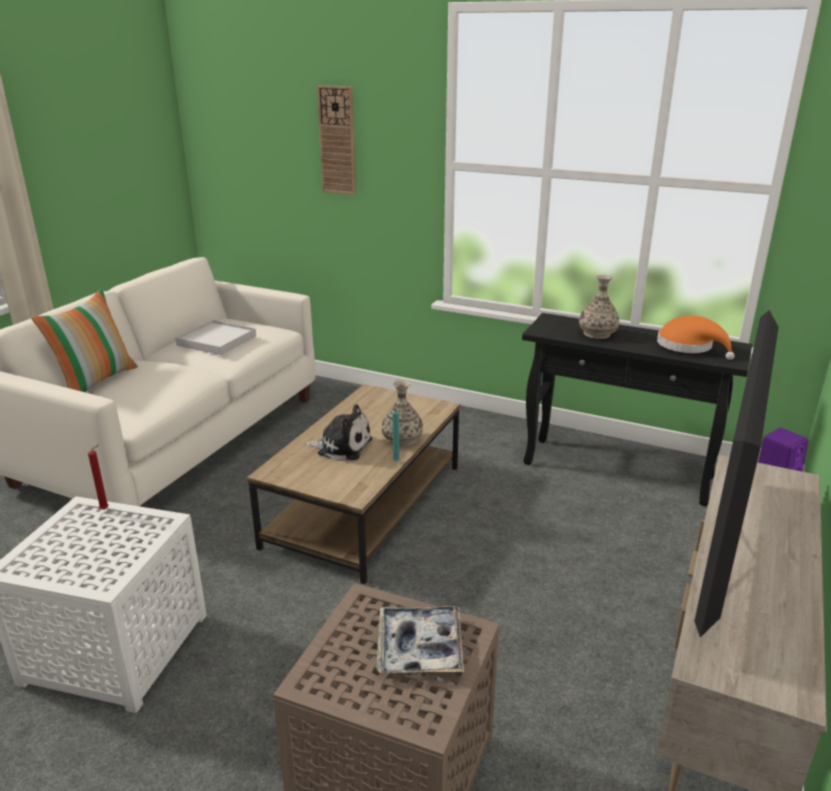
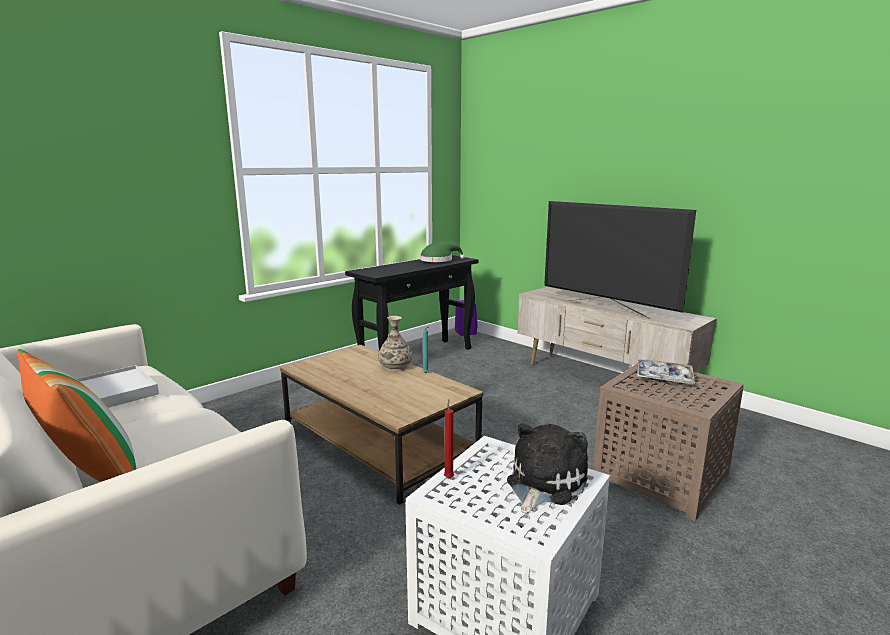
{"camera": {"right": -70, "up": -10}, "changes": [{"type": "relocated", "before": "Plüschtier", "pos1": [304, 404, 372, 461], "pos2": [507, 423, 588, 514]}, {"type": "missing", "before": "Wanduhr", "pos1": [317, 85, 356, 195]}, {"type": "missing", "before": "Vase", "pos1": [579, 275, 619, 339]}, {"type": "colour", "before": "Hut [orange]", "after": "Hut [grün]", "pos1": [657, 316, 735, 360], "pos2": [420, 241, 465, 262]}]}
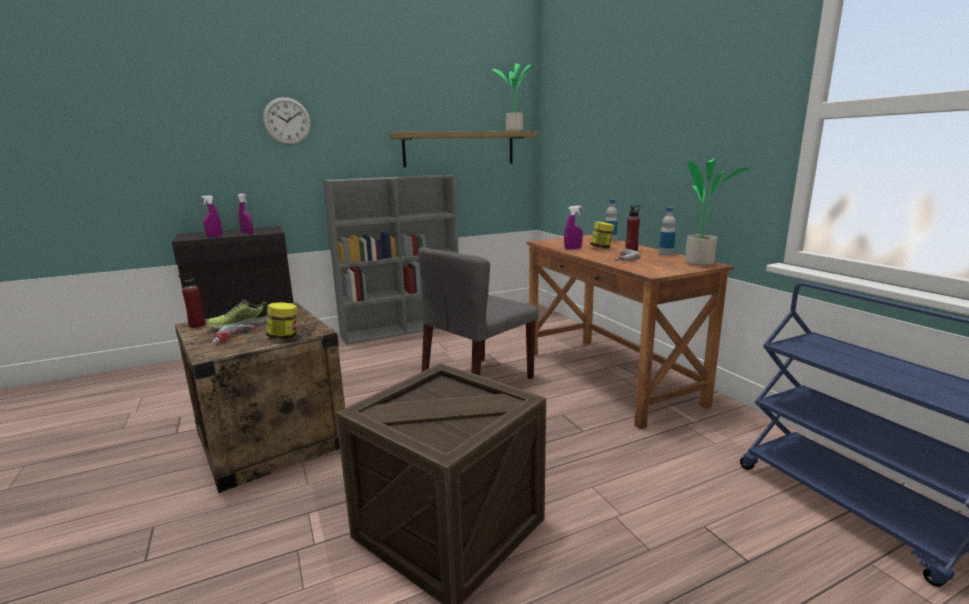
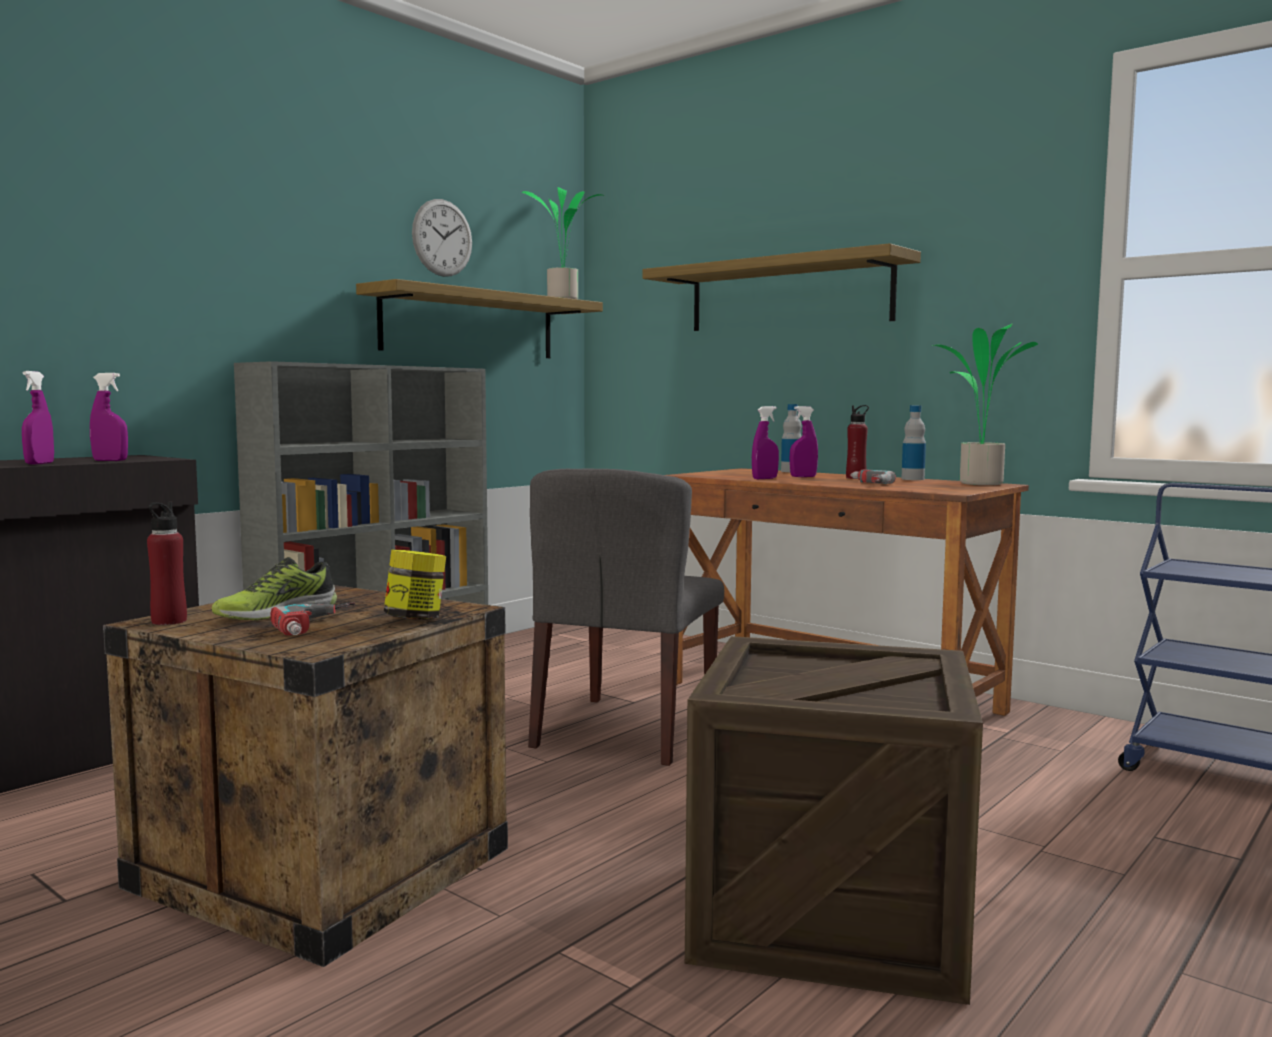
{"camera": {"right": -25, "up": -10}, "changes": [{"type": "relocated", "before": "Wanduhr", "pos1": [263, 97, 311, 145], "pos2": [412, 199, 472, 277]}, {"type": "exchanged", "before": "Vorratsglas", "after": "Sprühflasche [lila]", "pos1": [590, 221, 615, 248], "pos2": [790, 406, 818, 477]}, {"type": "appeared", "after": "Wandregal", "pos2": [642, 243, 921, 331]}]}
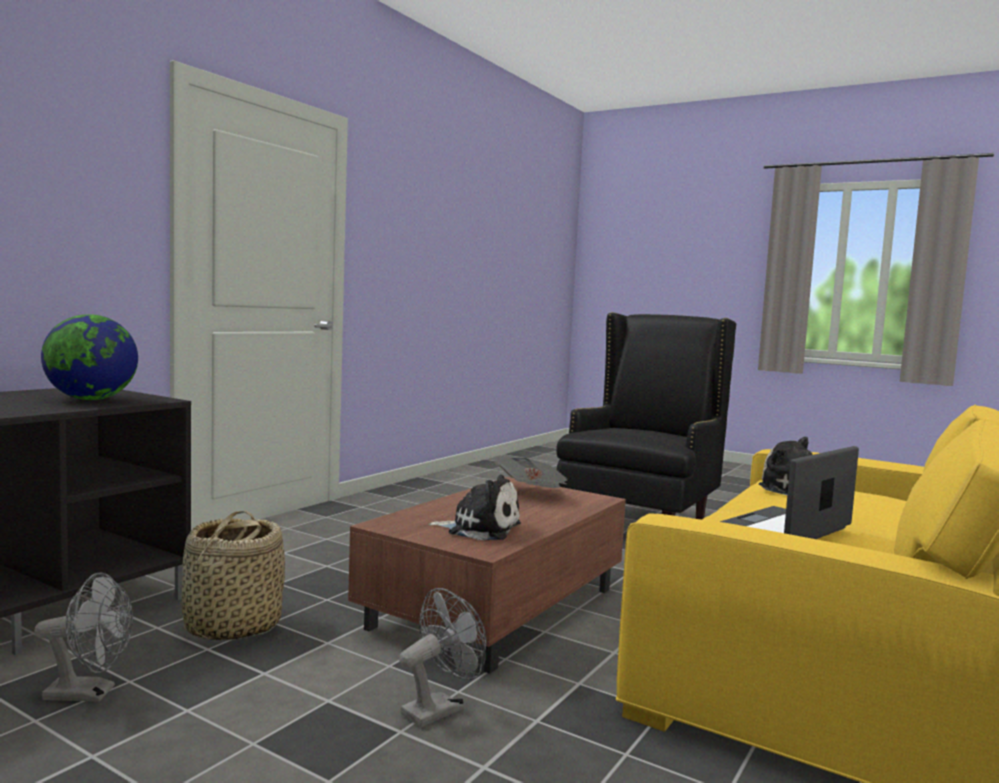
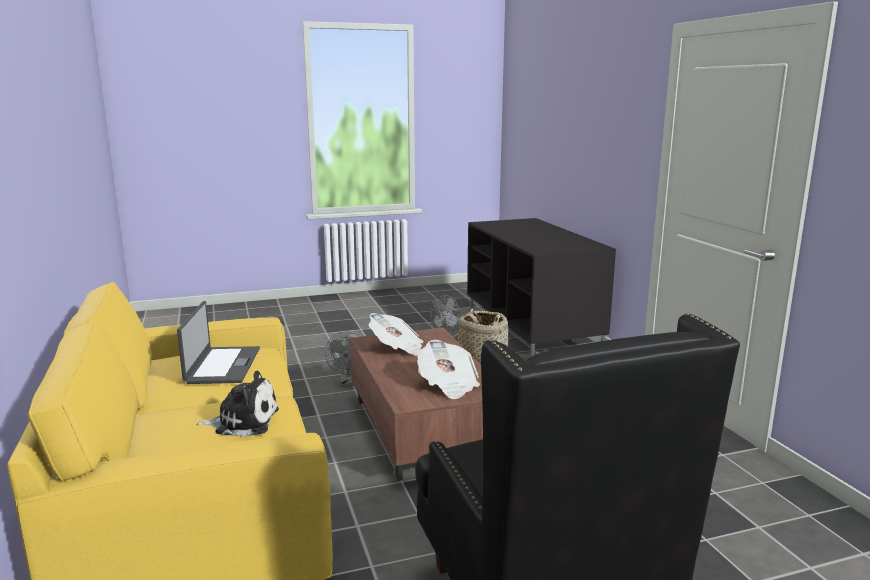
{"camera": {"right": 130, "up": 10}, "changes": [{"type": "missing", "before": "Globus", "pos1": [41, 314, 138, 400]}, {"type": "exchanged", "before": "Plüschtier", "after": "Zeitung", "pos1": [428, 475, 521, 540], "pos2": [368, 313, 423, 356]}]}
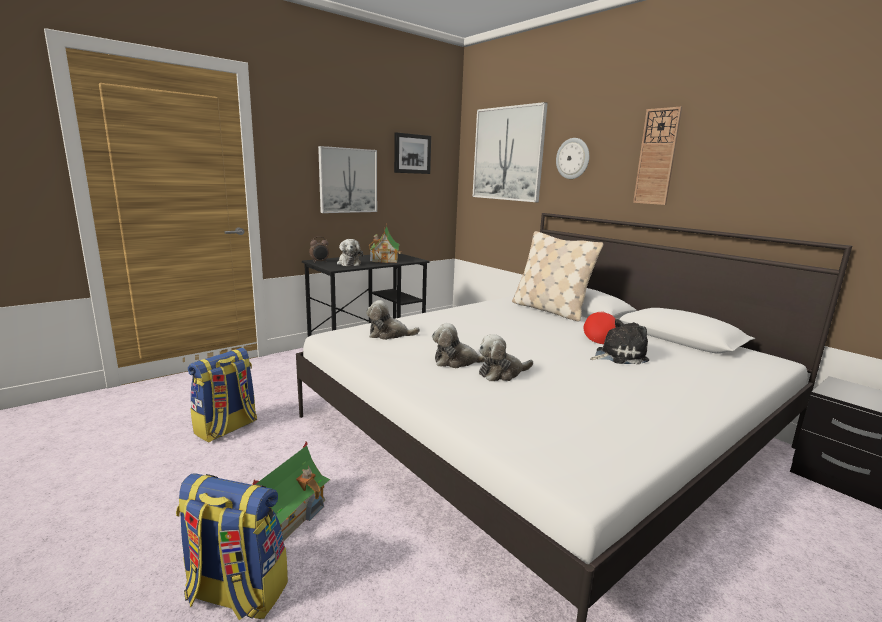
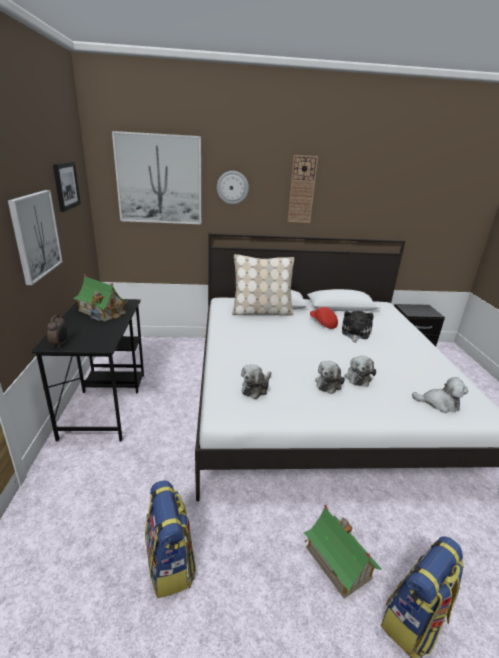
{"camera": {"right": -55, "up": 10}, "changes": [{"type": "relocated", "before": "Plüschtier", "pos1": [337, 239, 363, 266], "pos2": [412, 377, 468, 413]}]}
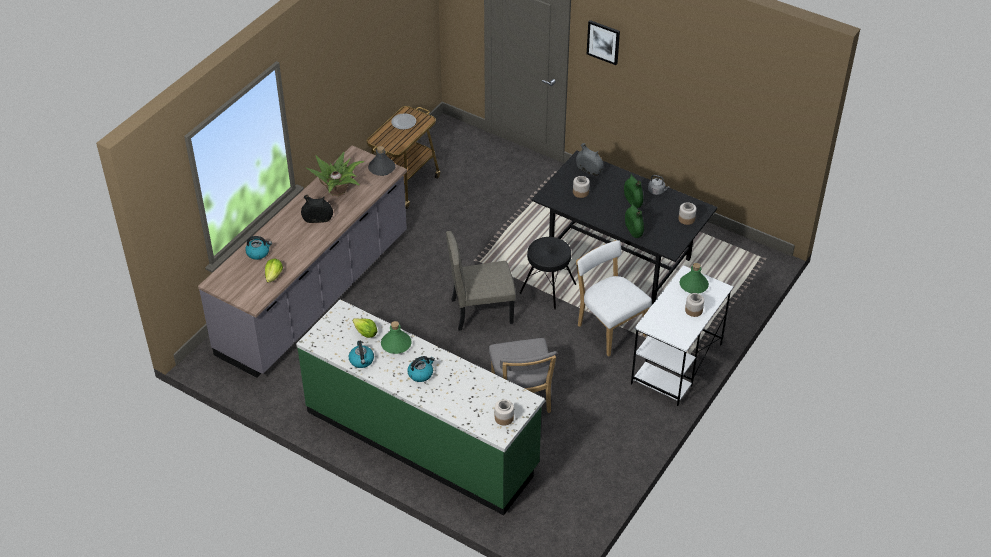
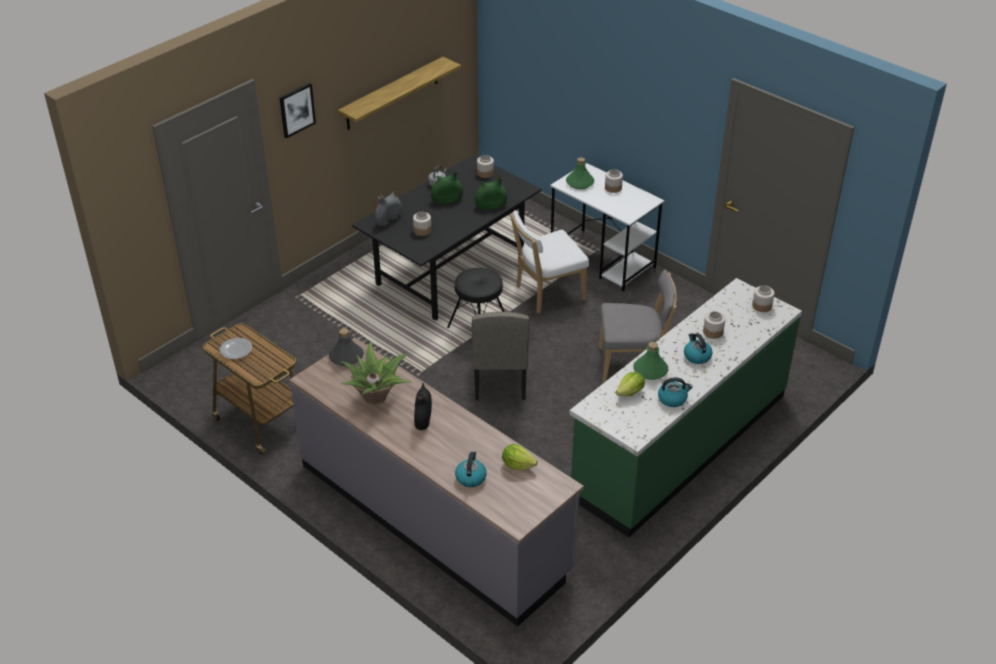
{"camera": {"right": -80, "up": -5}, "changes": [{"type": "appeared", "after": "Wandregal", "pos2": [338, 57, 461, 130]}, {"type": "appeared", "after": "Vorratsglas", "pos2": [703, 311, 725, 339]}]}
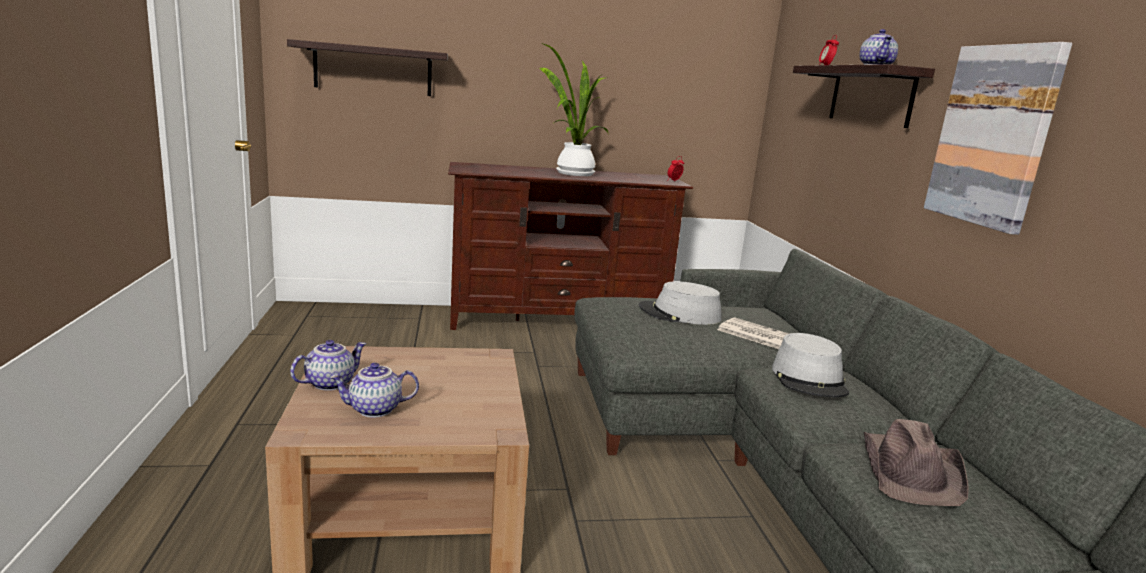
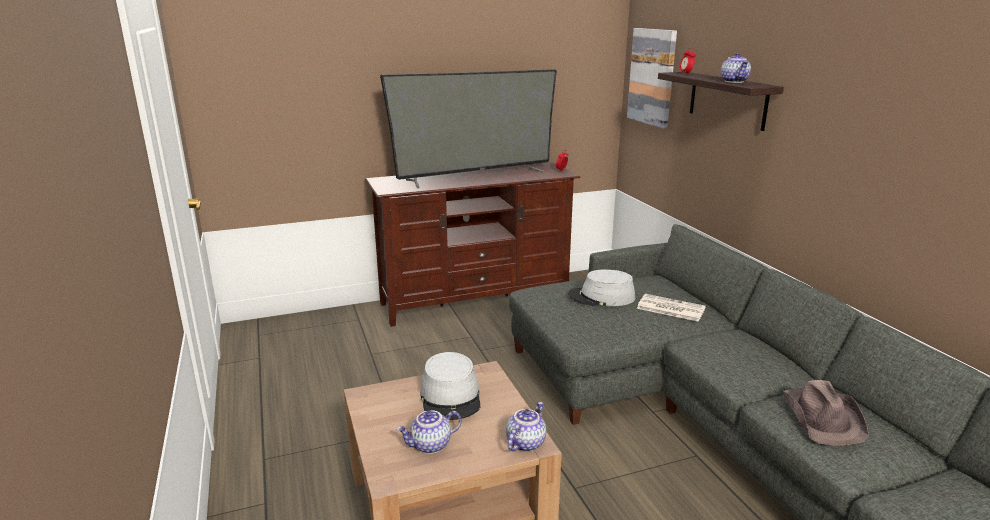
{"camera": {"right": -10, "up": 5}, "changes": [{"type": "missing", "before": "Wandregal", "pos1": [287, 39, 448, 96]}, {"type": "relocated", "before": "Teekanne", "pos1": [290, 340, 366, 391], "pos2": [506, 402, 546, 452]}, {"type": "exchanged", "before": "Topfpflanze", "after": "Fernseher", "pos1": [540, 43, 609, 176], "pos2": [380, 69, 557, 188]}, {"type": "relocated", "before": "Hut [grau]", "pos1": [772, 333, 849, 397], "pos2": [420, 352, 480, 420]}, {"type": "relocated", "before": "Bild", "pos1": [924, 42, 1072, 235], "pos2": [627, 28, 677, 128]}]}
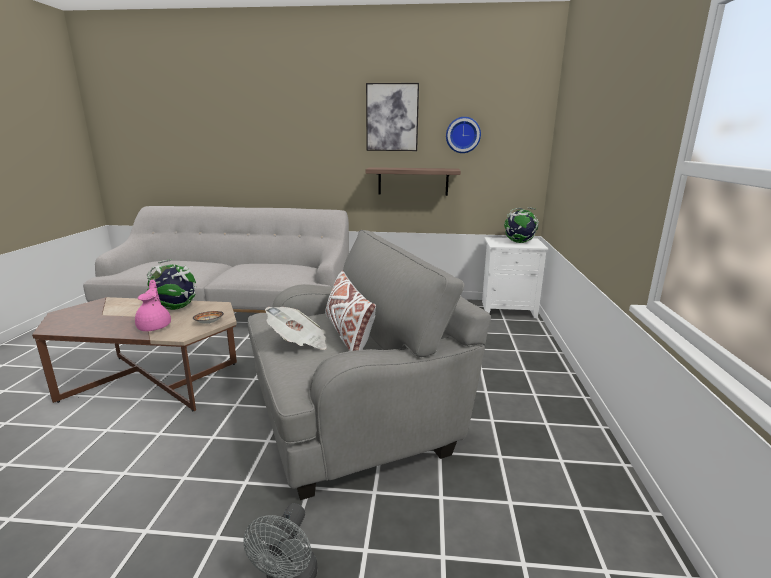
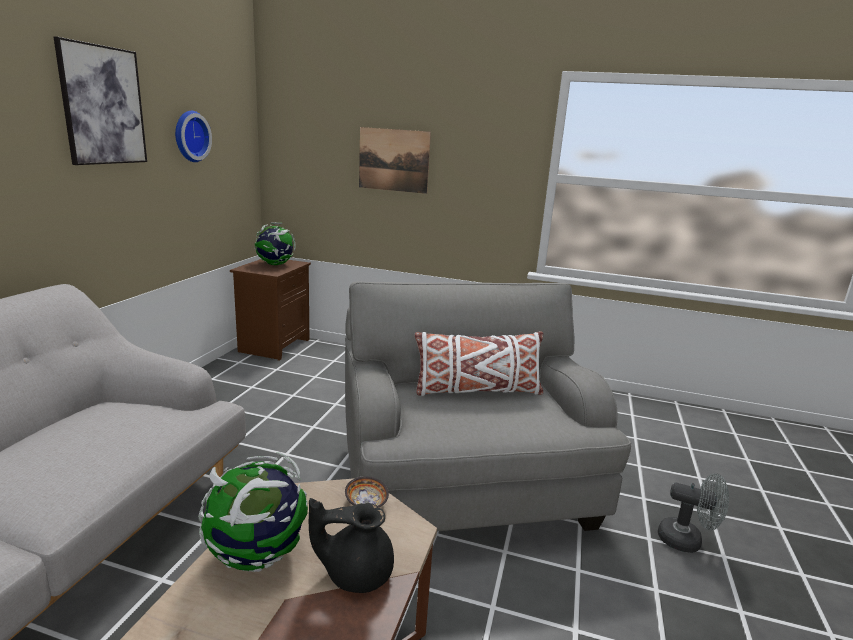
{"camera": {"right": -80, "up": 0}, "changes": [{"type": "colour", "before": "Teekanne [rosa]", "after": "Teekanne [schwarz]", "pos1": [135, 280, 171, 331], "pos2": [309, 498, 394, 593]}, {"type": "missing", "before": "Zeitung", "pos1": [265, 307, 327, 350]}, {"type": "missing", "before": "Wandregal", "pos1": [365, 167, 461, 196]}, {"type": "colour", "before": "Nachttisch [weiß]", "after": "Nachttisch [braun]", "pos1": [482, 237, 548, 318], "pos2": [230, 259, 311, 361]}, {"type": "appeared", "after": "Bild", "pos2": [359, 127, 431, 194]}]}
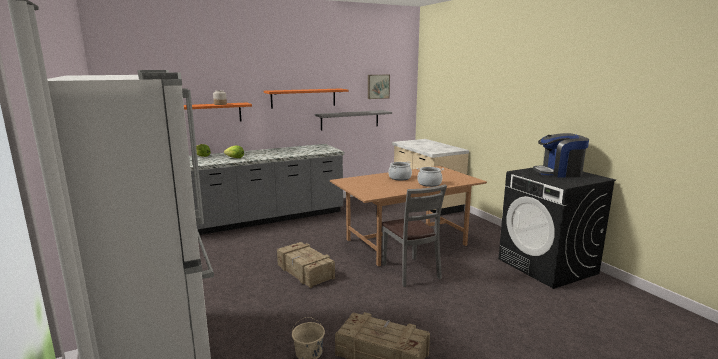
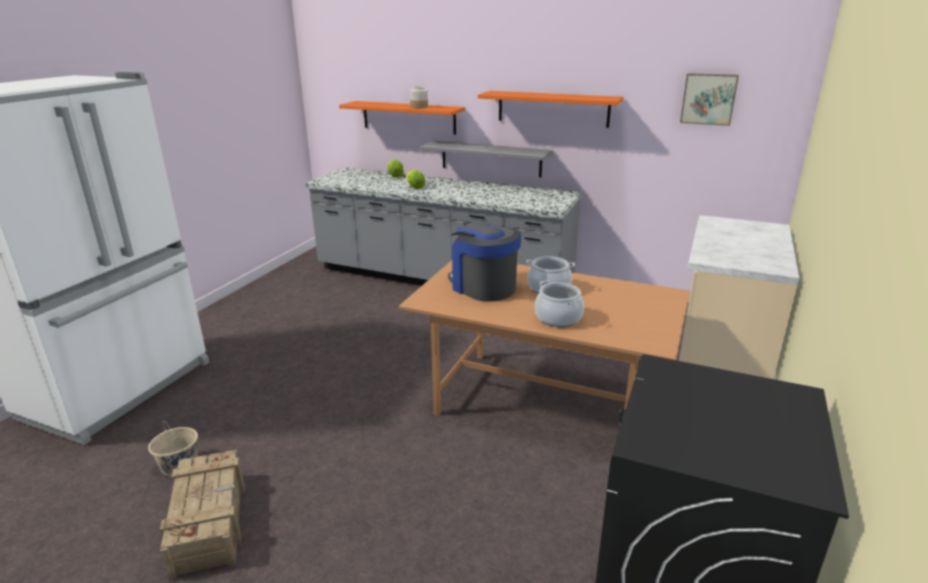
{"camera": {"right": 50, "up": 10}, "changes": [{"type": "missing", "before": "Kiste", "pos1": [277, 242, 335, 288]}, {"type": "relocated", "before": "Wandregal [grau]", "pos1": [315, 110, 392, 130], "pos2": [420, 141, 553, 177]}, {"type": "missing", "before": "Stuhl [grau]", "pos1": [382, 185, 447, 287]}, {"type": "relocated", "before": "Kaffeemaschine", "pos1": [533, 133, 589, 178], "pos2": [448, 222, 522, 302]}]}
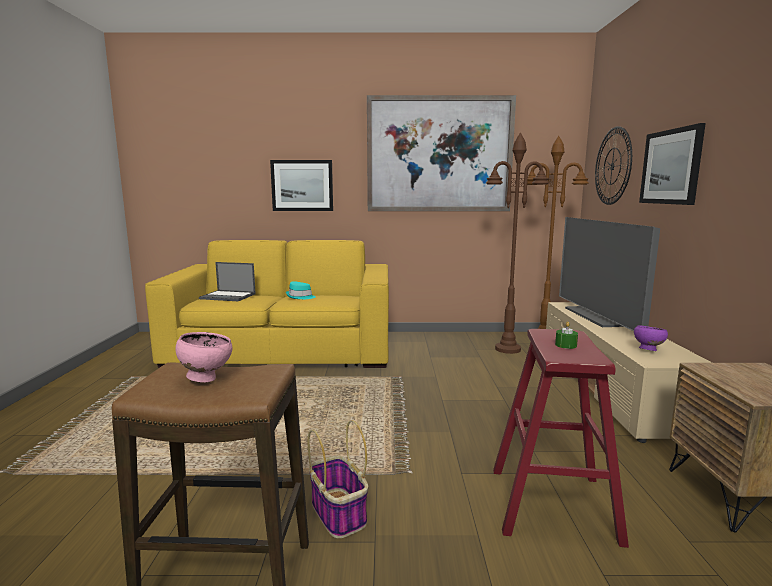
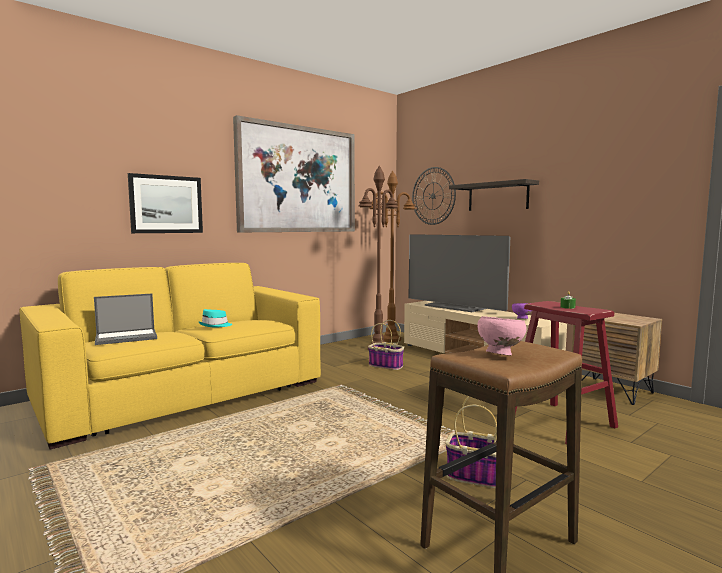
{"camera": {"right": -40, "up": -5}, "changes": [{"type": "exchanged", "before": "Bild", "after": "Wandregal", "pos1": [639, 123, 706, 205], "pos2": [449, 179, 539, 211]}, {"type": "appeared", "after": "Korb", "pos2": [368, 320, 404, 370]}]}
